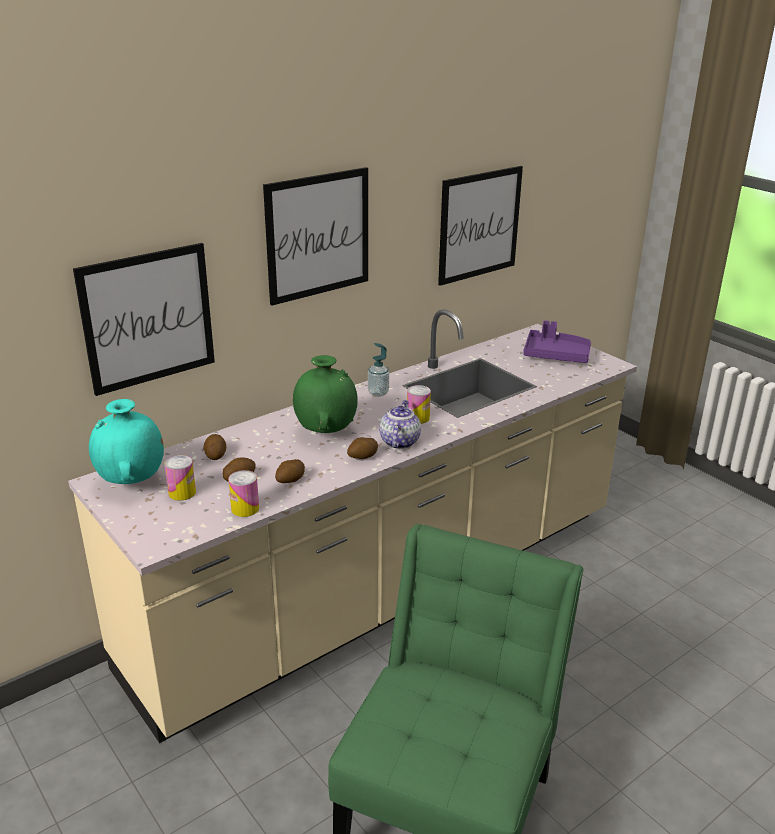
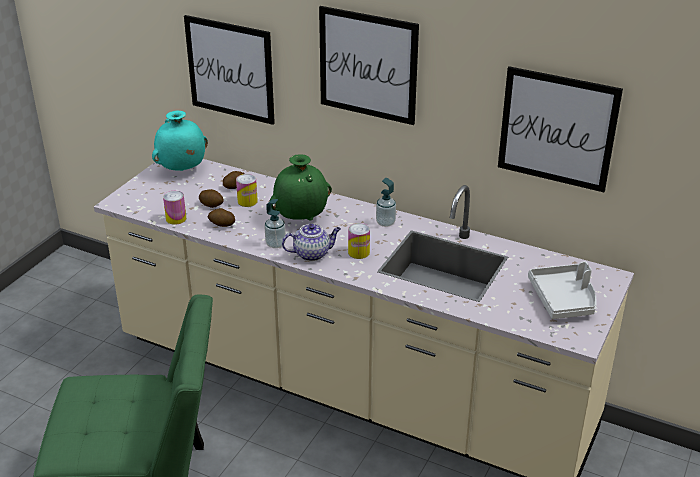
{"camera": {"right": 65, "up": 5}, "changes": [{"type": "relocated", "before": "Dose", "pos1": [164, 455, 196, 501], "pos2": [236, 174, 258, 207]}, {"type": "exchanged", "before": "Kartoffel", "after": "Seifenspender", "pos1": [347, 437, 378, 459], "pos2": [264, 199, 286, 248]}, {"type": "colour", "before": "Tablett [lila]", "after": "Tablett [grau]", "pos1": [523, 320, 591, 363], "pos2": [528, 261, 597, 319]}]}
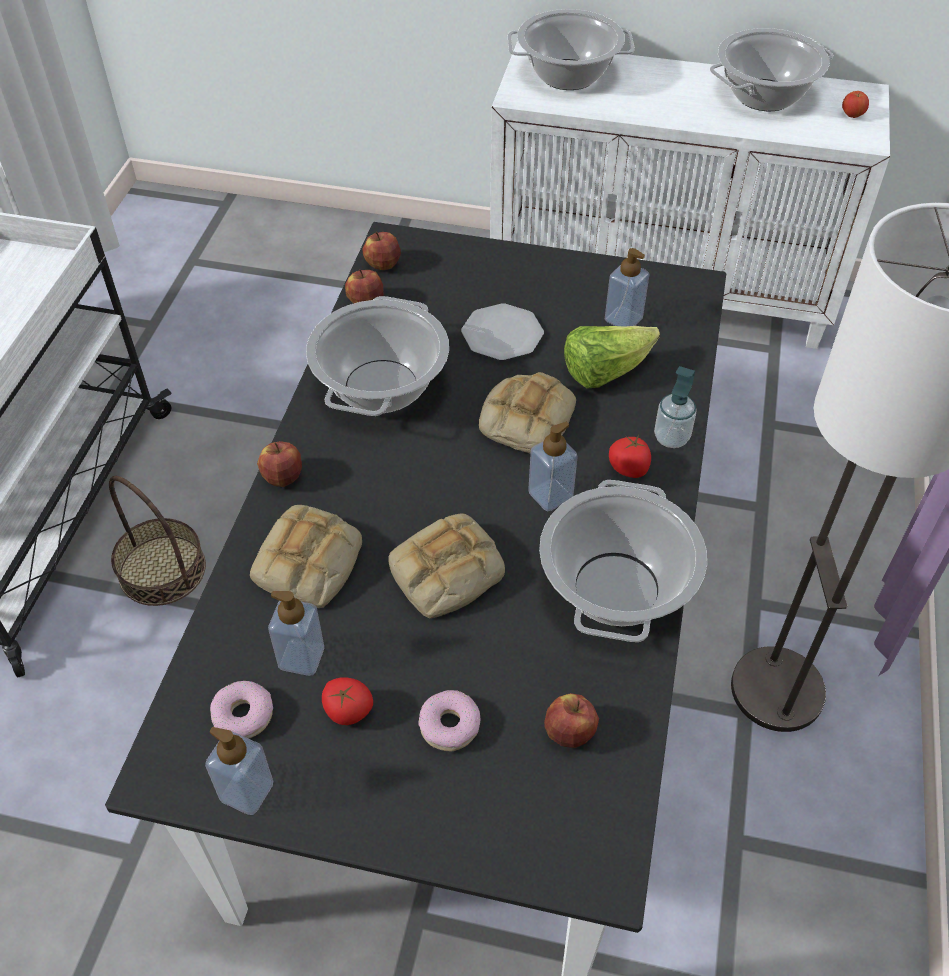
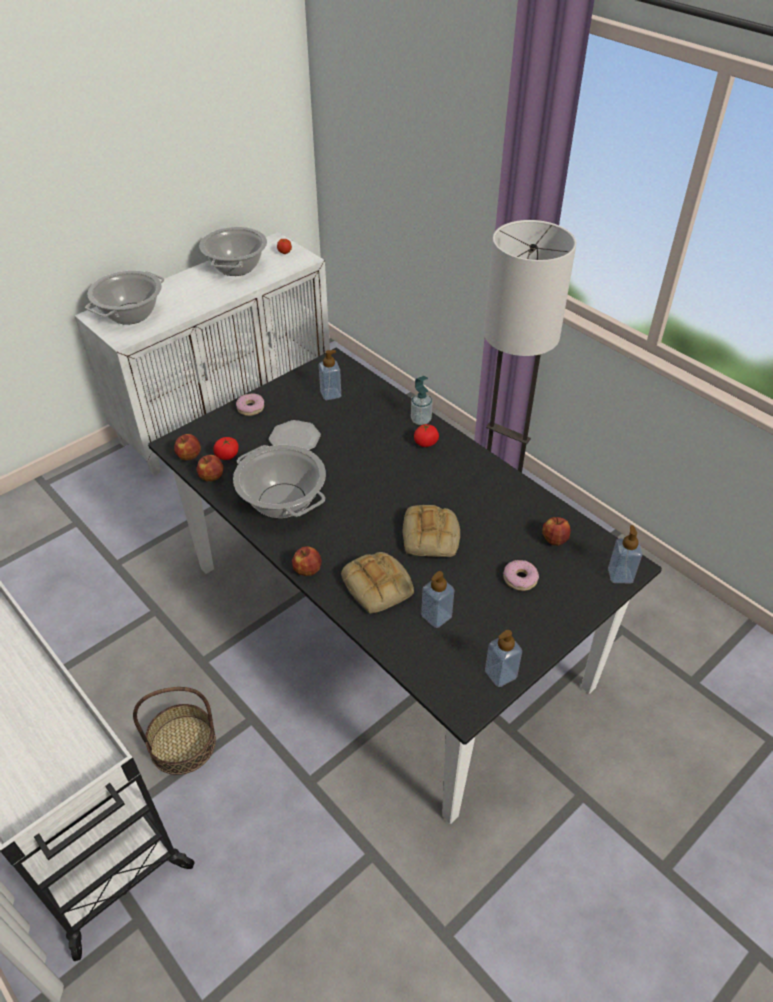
{"camera": {"right": -55, "up": -5}, "changes": [{"type": "relocated", "before": "Donut", "pos1": [210, 681, 273, 739], "pos2": [236, 393, 264, 416]}, {"type": "relocated", "before": "Tomate", "pos1": [322, 677, 373, 725], "pos2": [213, 437, 239, 460]}, {"type": "missing", "before": "Brot", "pos1": [479, 372, 576, 454]}, {"type": "relocated", "before": "Seifenspender", "pos1": [528, 422, 578, 512], "pos2": [608, 525, 642, 583]}, {"type": "missing", "before": "Kochtopf", "pos1": [539, 480, 707, 642]}, {"type": "missing", "before": "Salatkopf", "pos1": [564, 326, 660, 388]}]}
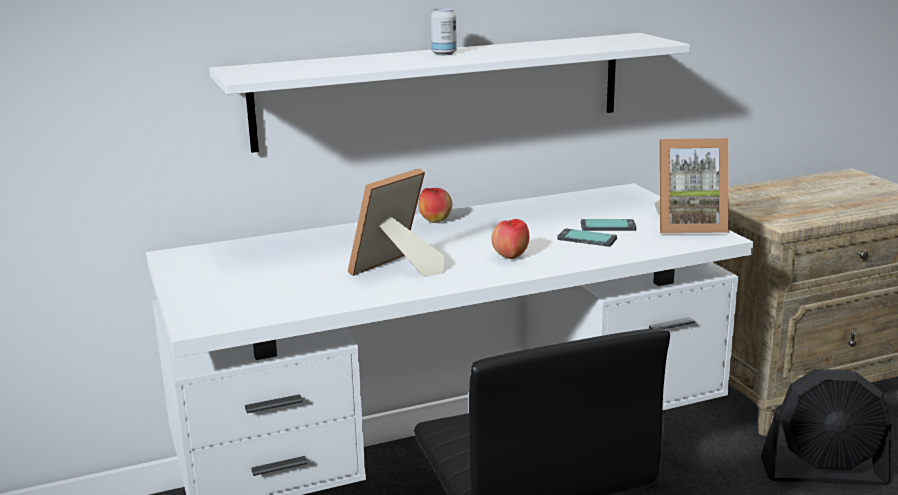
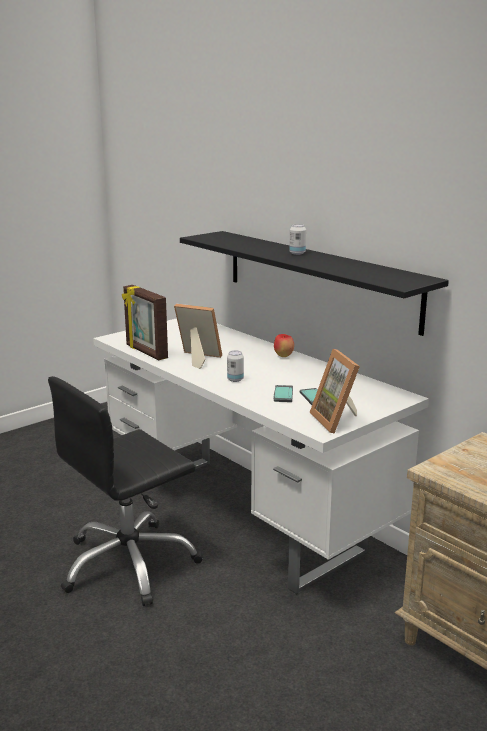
{"camera": {"right": 70, "up": 0}, "changes": [{"type": "colour", "before": "Wandregal [weiß]", "after": "Wandregal [schwarz]", "pos1": [209, 33, 690, 153], "pos2": [180, 231, 449, 336]}, {"type": "exchanged", "before": "Apfel", "after": "Dose", "pos1": [491, 219, 529, 259], "pos2": [227, 350, 244, 382]}, {"type": "missing", "before": "Ventilator [schwarz]", "pos1": [761, 369, 892, 485]}, {"type": "appeared", "after": "Bilderrahmen", "pos2": [122, 285, 168, 360]}]}
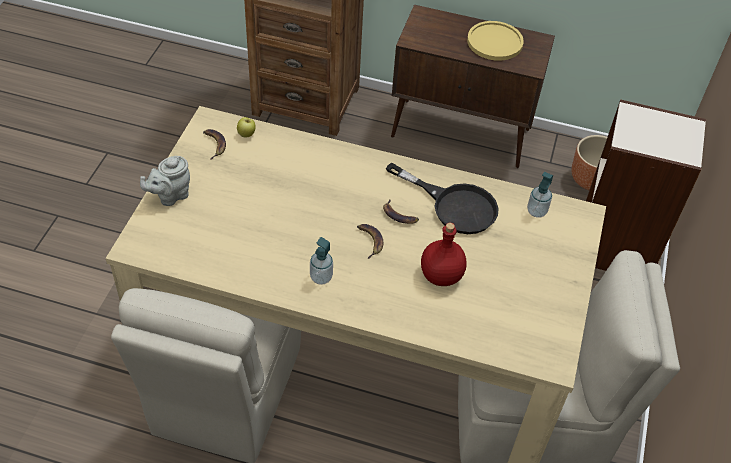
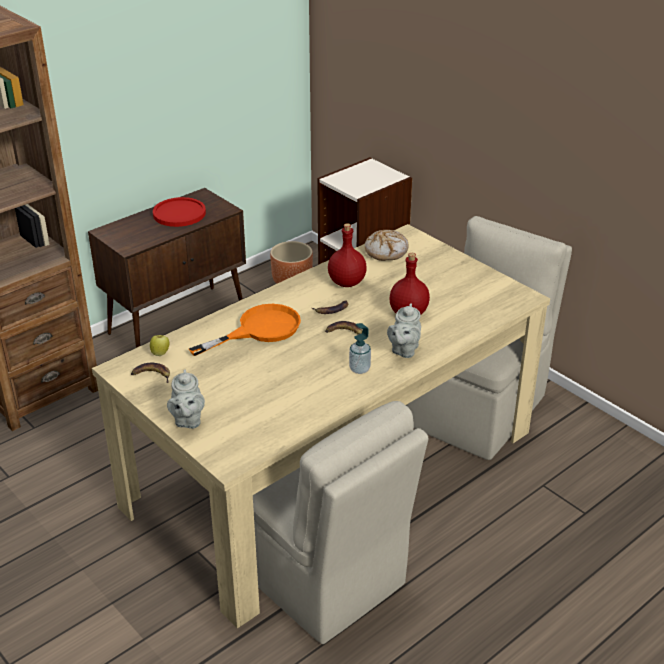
{"camera": {"right": -55, "up": -15}, "changes": [{"type": "exchanged", "before": "Pfanne [schwarz]", "after": "Flasche [rot]", "pos1": [386, 163, 499, 234], "pos2": [328, 223, 367, 287]}, {"type": "colour", "before": "Teller [gelb]", "after": "Teller [rot]", "pos1": [467, 21, 524, 61], "pos2": [153, 197, 206, 227]}, {"type": "exchanged", "before": "Seifenspender", "after": "Brot", "pos1": [527, 172, 553, 218], "pos2": [365, 230, 409, 261]}, {"type": "appeared", "after": "Pfanne [orange]", "pos2": [189, 304, 301, 356]}, {"type": "appeared", "after": "Teekanne [grau]", "pos2": [387, 303, 421, 358]}]}
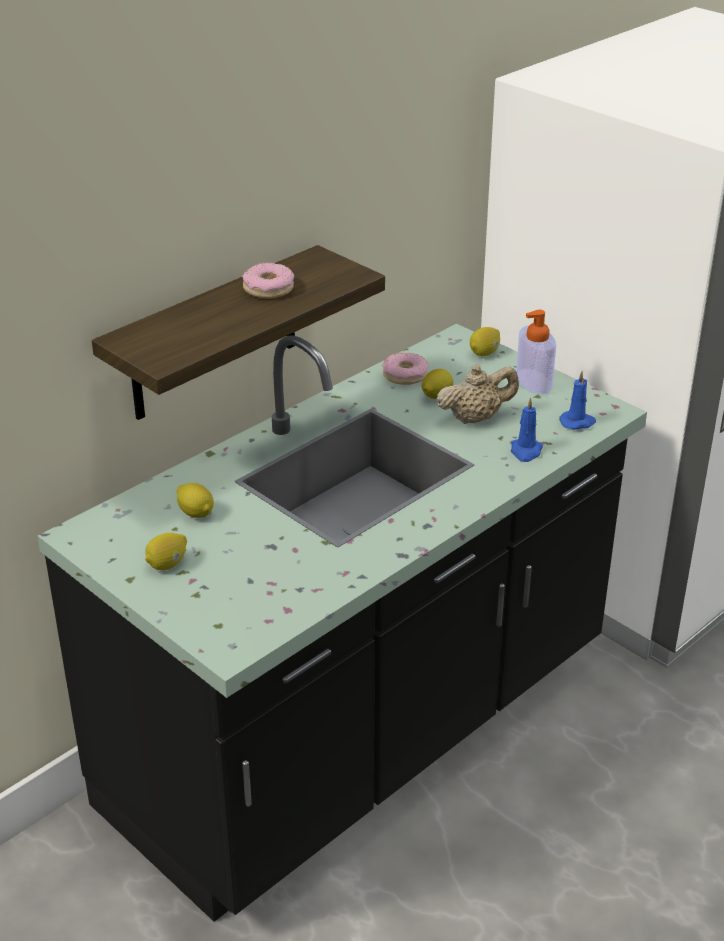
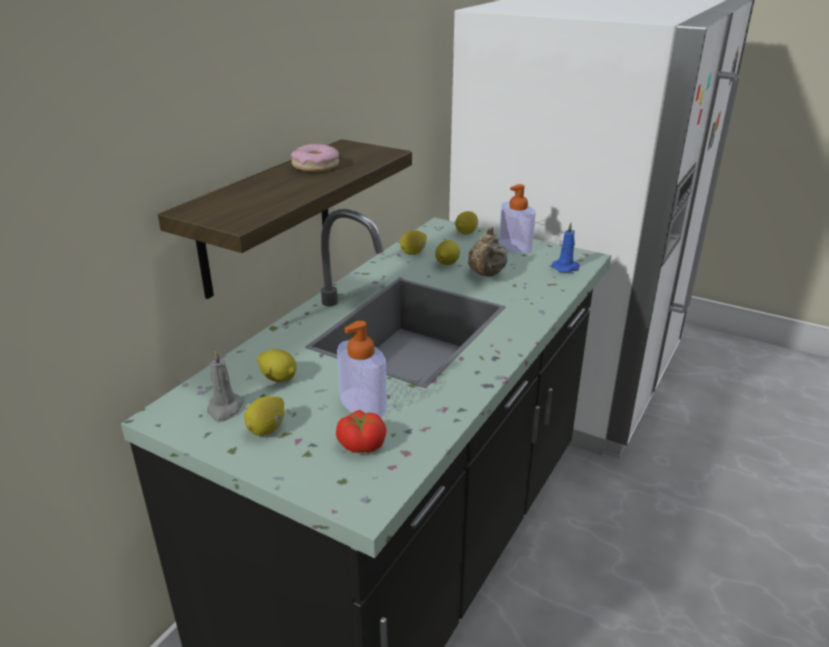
{"camera": {"right": -15, "up": -5}, "changes": [{"type": "exchanged", "before": "Donut", "after": "Zitrone", "pos1": [382, 353, 428, 385], "pos2": [400, 230, 427, 255]}, {"type": "spun", "before": "Teekanne [beige]", "pos1": [436, 364, 519, 424], "pos2": [468, 227, 508, 277], "turn": 135}, {"type": "missing", "before": "Kerze [blau]", "pos1": [511, 397, 543, 462]}, {"type": "appeared", "after": "Kerze [grau]", "pos2": [207, 350, 244, 422]}, {"type": "appeared", "after": "Tomate", "pos2": [336, 410, 387, 453]}, {"type": "appeared", "after": "Seifenspender", "pos2": [337, 320, 387, 417]}]}
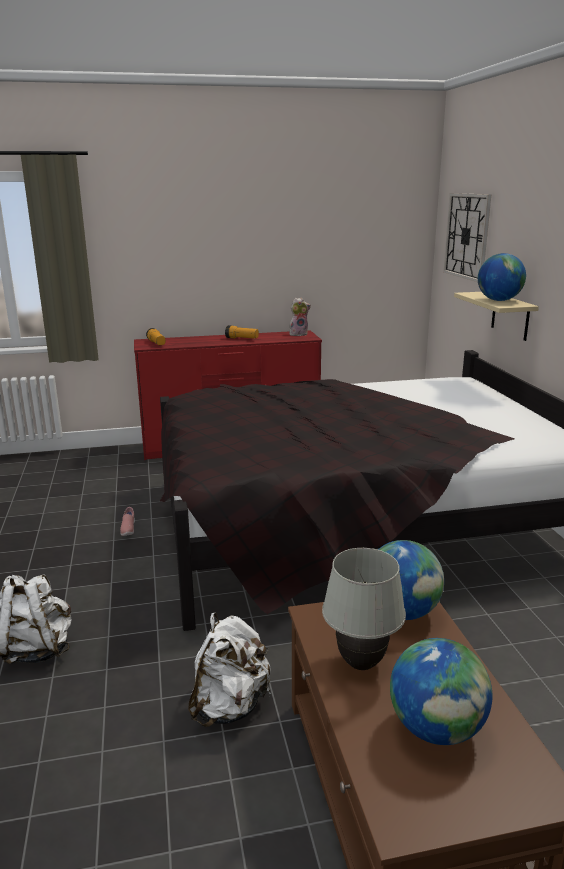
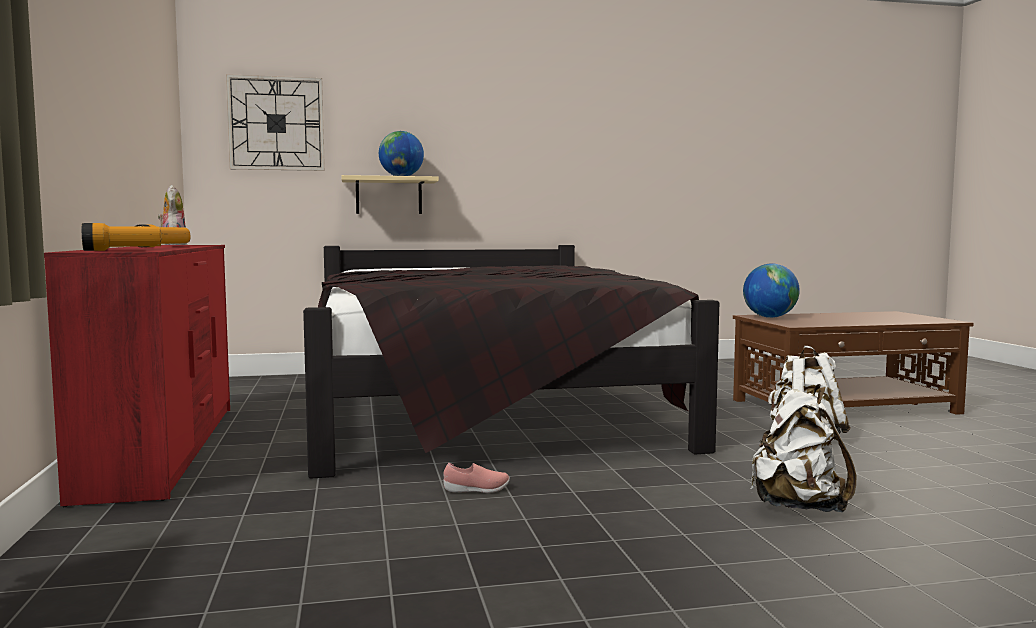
{"camera": {"right": -90, "up": -15}, "changes": [{"type": "missing", "before": "Tischlampe [weiß]", "pos1": [322, 548, 406, 670]}, {"type": "missing", "before": "Globus", "pos1": [390, 638, 492, 745]}]}
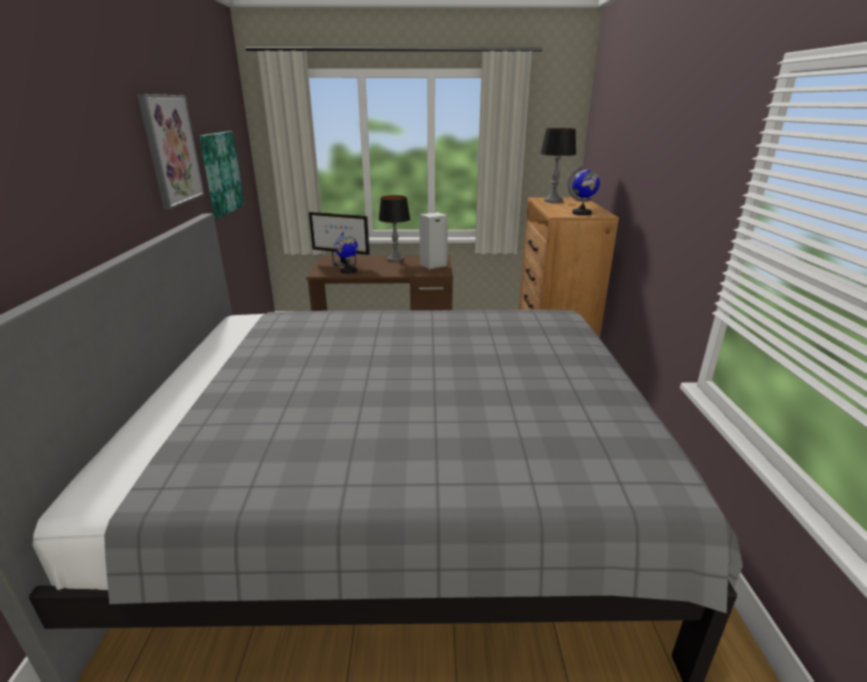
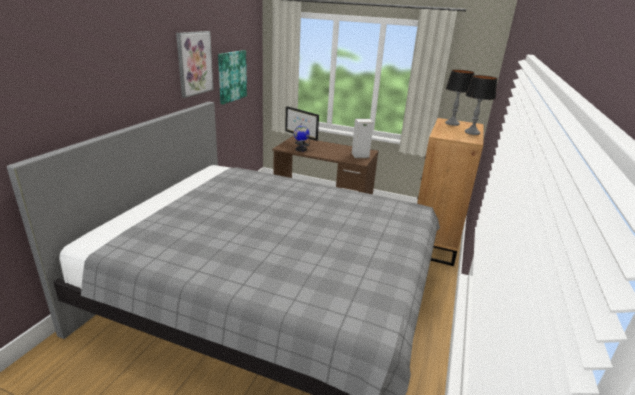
{"camera": {"right": 20, "up": 0}, "changes": [{"type": "relocated", "before": "Tischlampe", "pos1": [378, 195, 410, 262], "pos2": [465, 75, 498, 135]}, {"type": "missing", "before": "Globus", "pos1": [567, 166, 600, 215]}]}
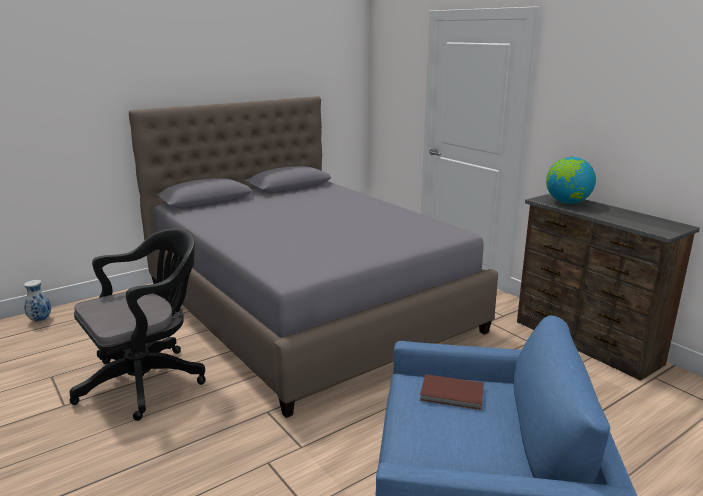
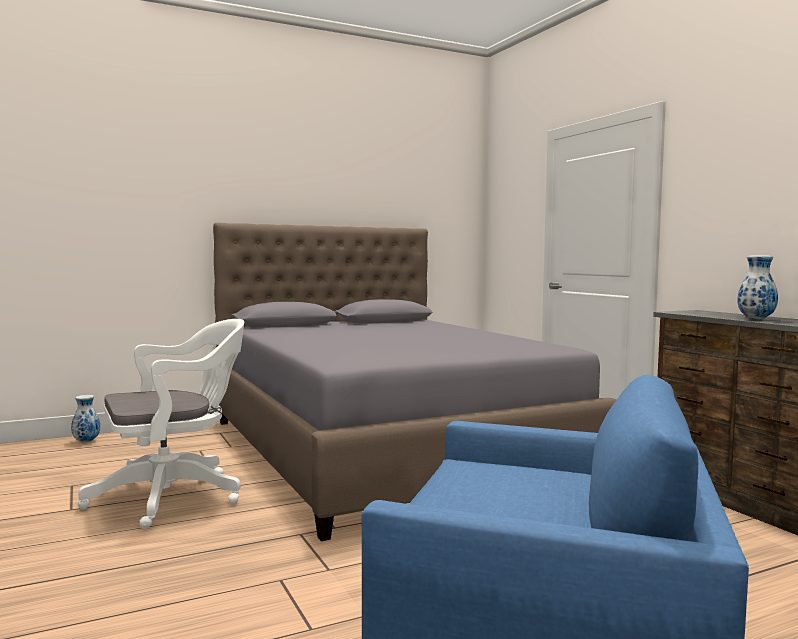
{"camera": {"right": 10, "up": -15}, "changes": [{"type": "colour", "before": "Bürostuhl [schwarz]", "after": "Bürostuhl [weiß]", "pos1": [69, 228, 206, 421], "pos2": [78, 319, 244, 529]}, {"type": "missing", "before": "Buch [braun]", "pos1": [420, 374, 484, 410]}, {"type": "missing", "before": "Globus", "pos1": [546, 157, 596, 204]}, {"type": "appeared", "after": "Vase", "pos2": [737, 255, 778, 319]}]}
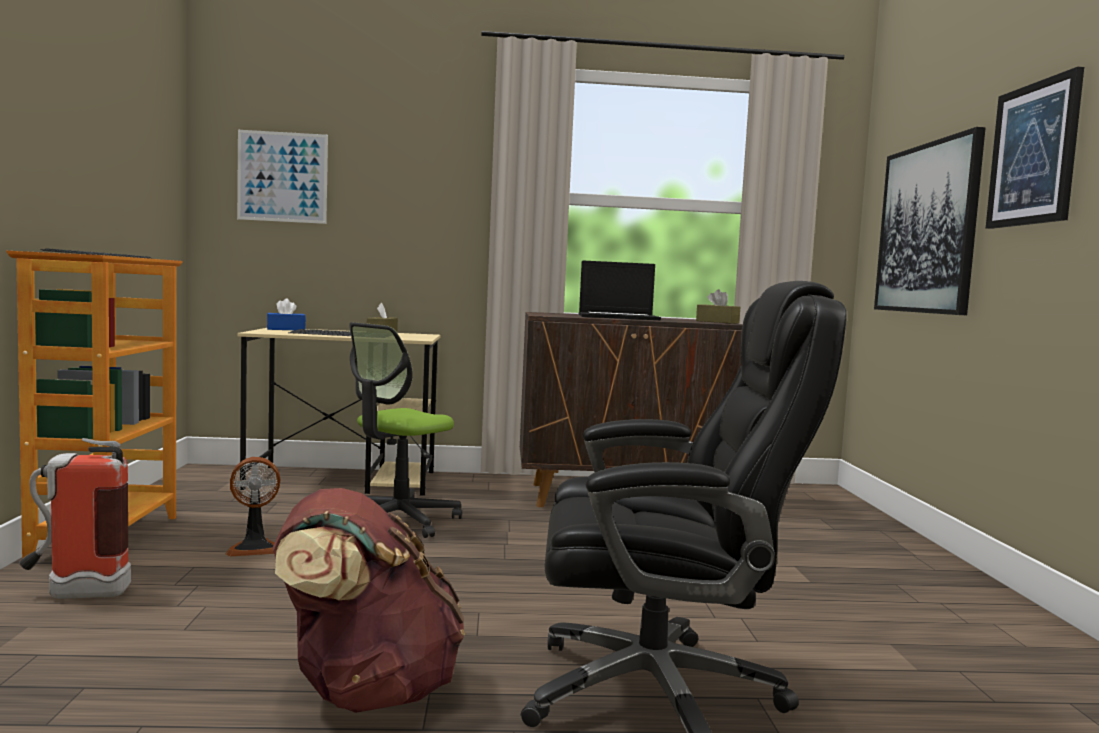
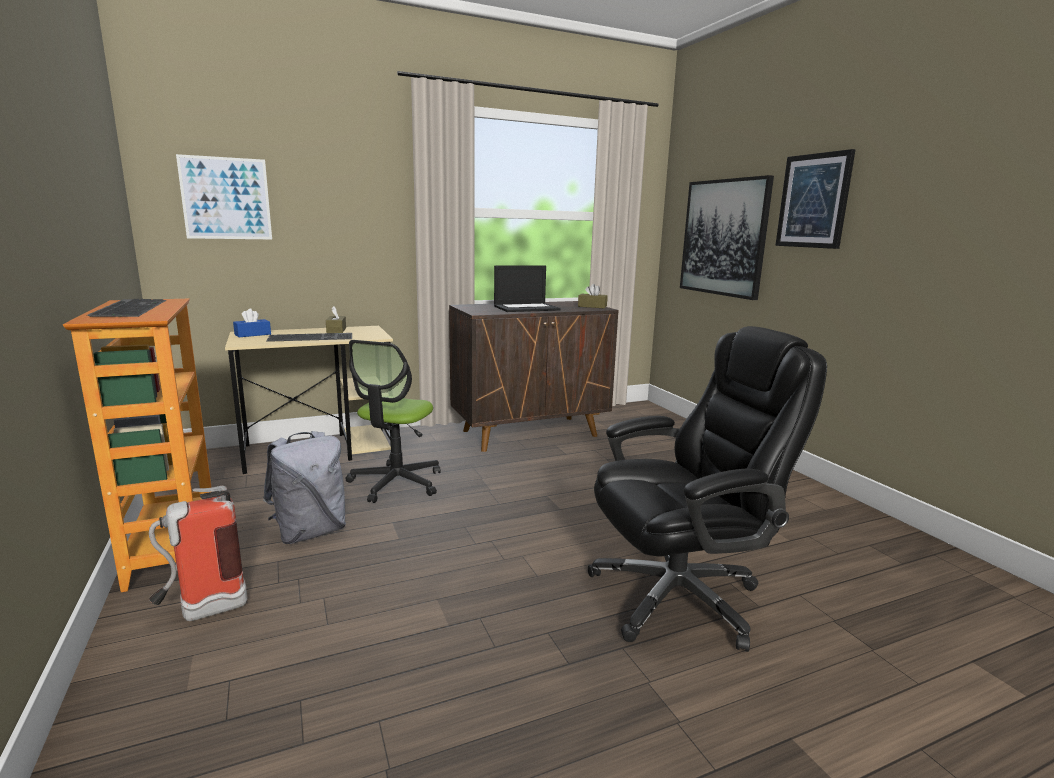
{"camera": {"right": -20, "up": 10}, "changes": [{"type": "exchanged", "before": "Ventilator", "after": "Rucksack [grau]", "pos1": [225, 457, 280, 557], "pos2": [263, 431, 346, 544]}, {"type": "missing", "before": "Rucksack [braun]", "pos1": [272, 488, 465, 713]}]}
